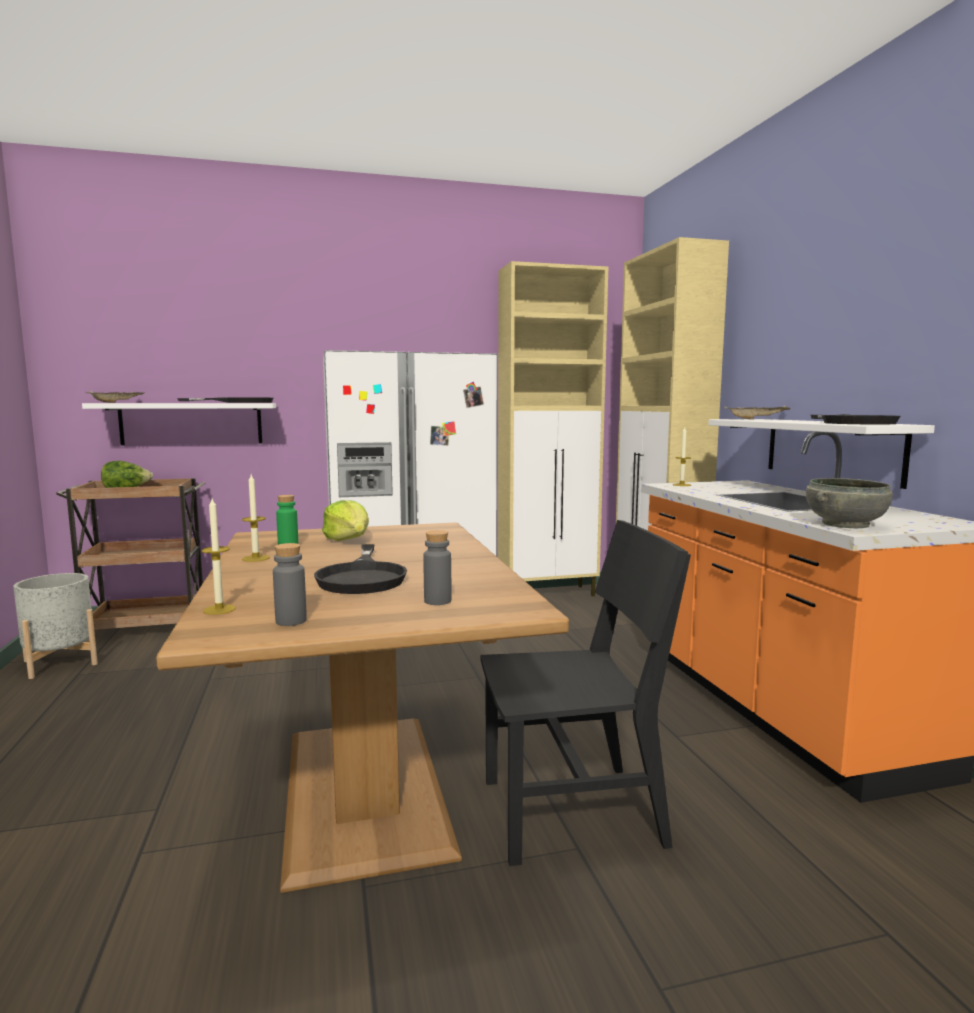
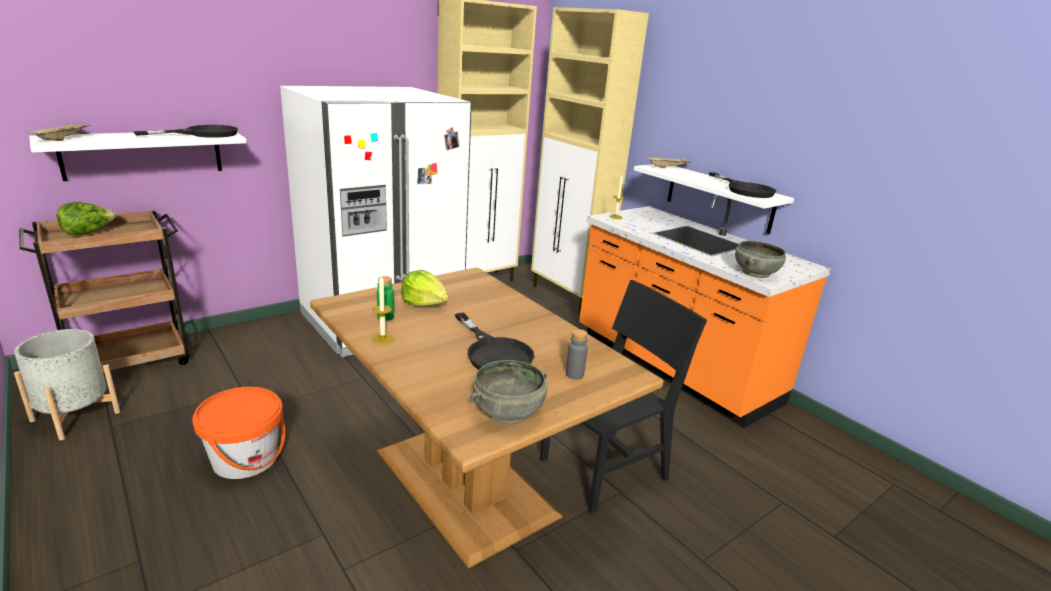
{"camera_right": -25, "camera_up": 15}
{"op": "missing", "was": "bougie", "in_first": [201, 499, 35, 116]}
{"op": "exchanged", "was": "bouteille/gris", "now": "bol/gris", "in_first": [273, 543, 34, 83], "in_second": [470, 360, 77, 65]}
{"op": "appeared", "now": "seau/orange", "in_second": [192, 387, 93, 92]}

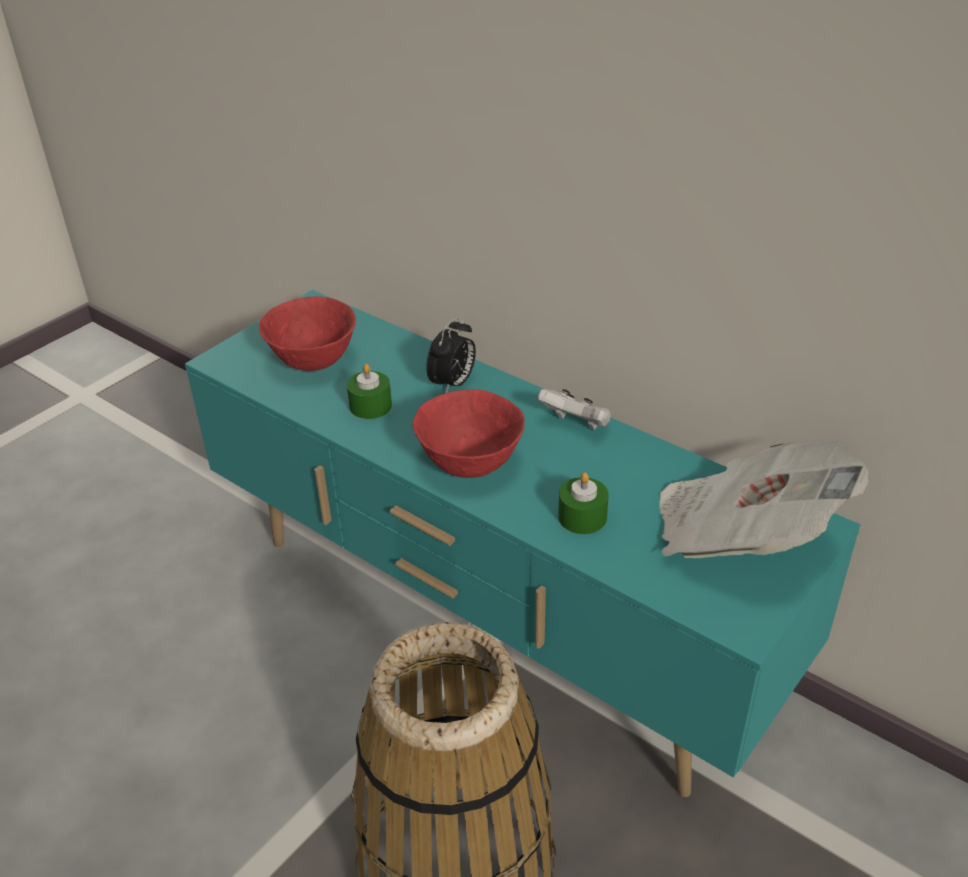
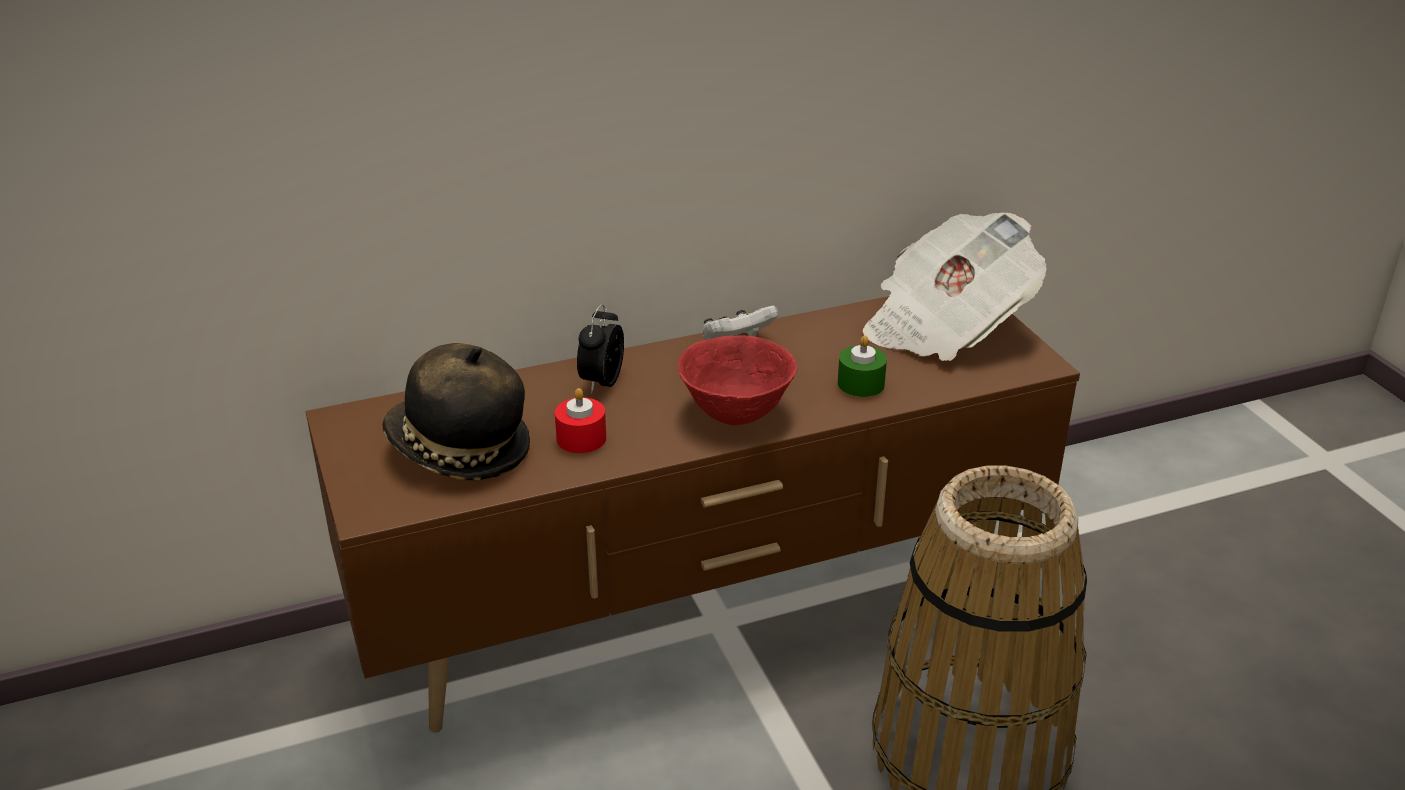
{"camera_right": -60, "camera_up": -5}
{"op": "colour", "was": "meuble télé/turquoise", "now": "meuble télé/marron", "in_first": [185, 290, 676, 507], "in_second": [305, 296, 775, 437]}
{"op": "exchanged", "was": "bol/rouge", "now": "chapeau", "in_first": [259, 296, 97, 75], "in_second": [383, 343, 147, 137]}
{"op": "spun", "was": "réveil", "in_first": [426, 316, 50, 77], "in_second": [577, 304, 47, 90], "clockwise": -135}
{"op": "colour", "was": "bougie/vert", "now": "bougie/rouge", "in_first": [347, 364, 45, 55], "in_second": [555, 388, 51, 65]}

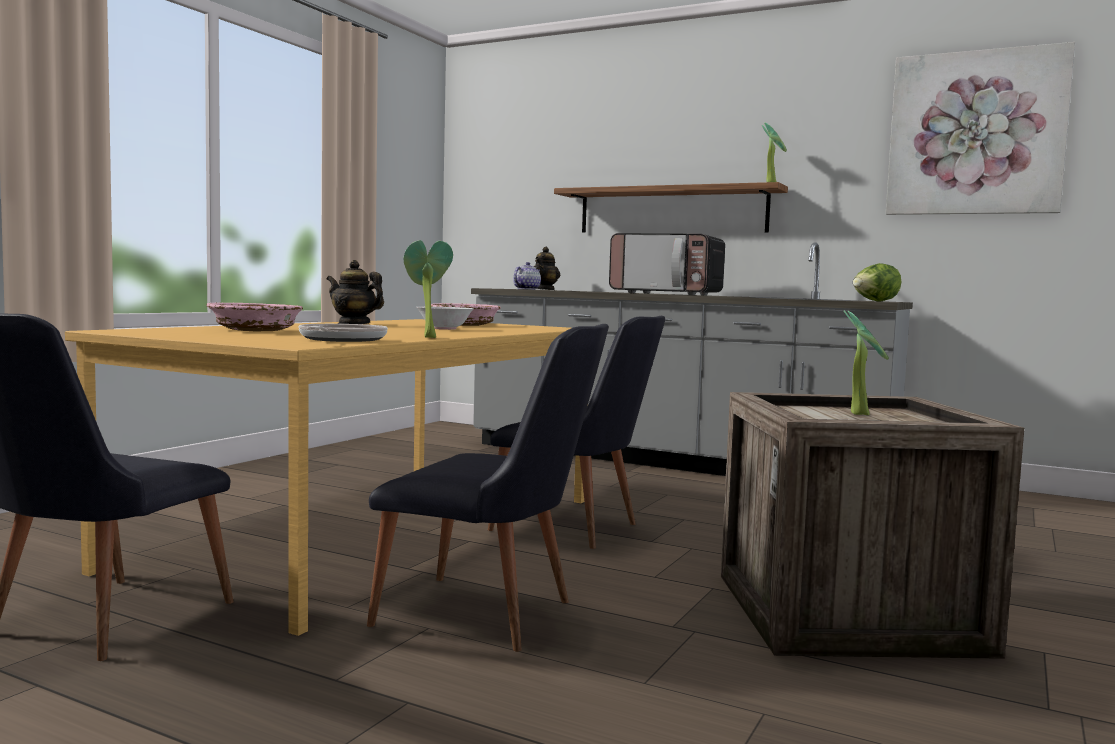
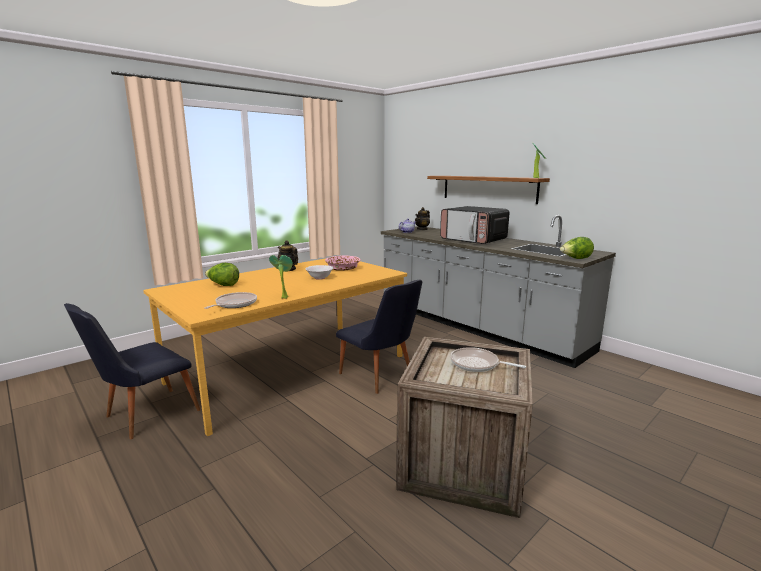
{"camera_right": 20, "camera_up": 10}
{"op": "missing", "was": "tableau", "in_first": [886, 42, 189, 173]}
{"op": "exchanged", "was": "bol/rose", "now": "laitue", "in_first": [206, 302, 97, 29], "in_second": [205, 263, 34, 23]}
{"op": "exchanged", "was": "plante en pot", "now": "poêle", "in_first": [843, 310, 46, 105], "in_second": [450, 347, 76, 25]}
{"op": "missing", "was": "chaise/noir", "in_first": [367, 324, 242, 328]}

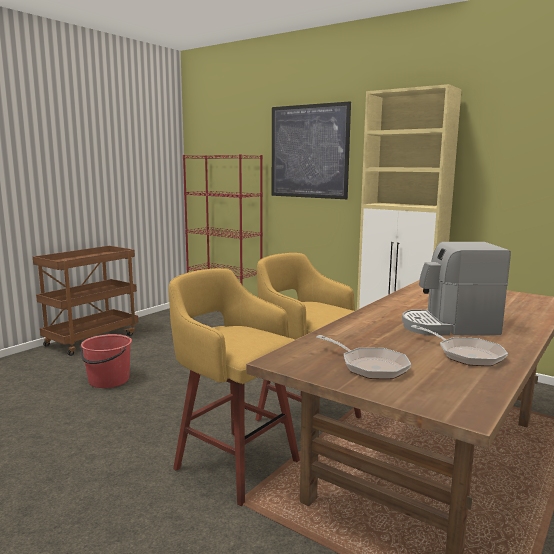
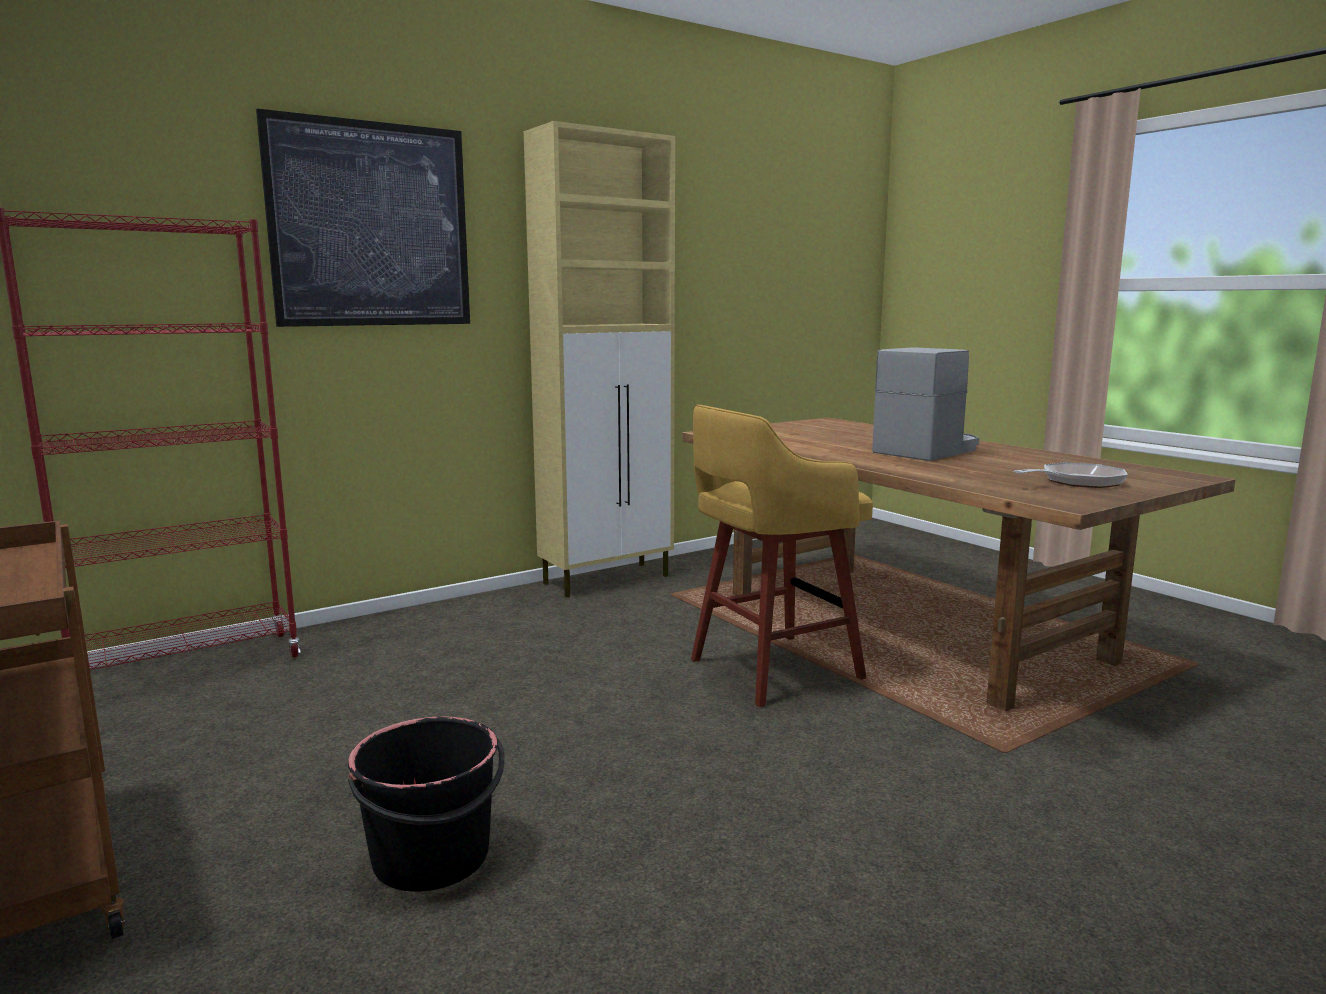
{"camera_right": -70, "camera_up": 0}
{"op": "spun", "was": "machine à café", "in_first": [402, 242, 109, 93], "in_second": [872, 347, 107, 114], "clockwise": -150}
{"op": "missing", "was": "tabouret/jaune", "in_first": [168, 268, 132, 238]}
{"op": "missing", "was": "poêle", "in_first": [411, 325, 97, 41]}
{"op": "colour", "was": "seau/rouge", "now": "seau/noir", "in_first": [80, 334, 52, 54], "in_second": [348, 716, 157, 176]}

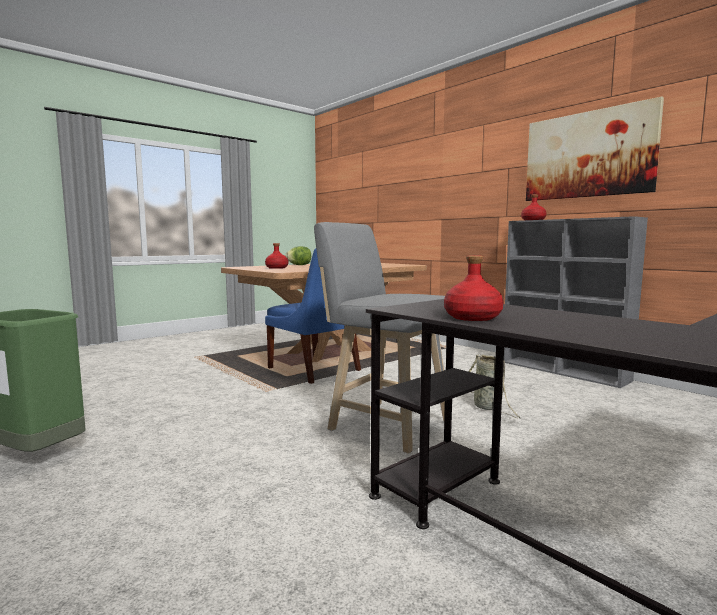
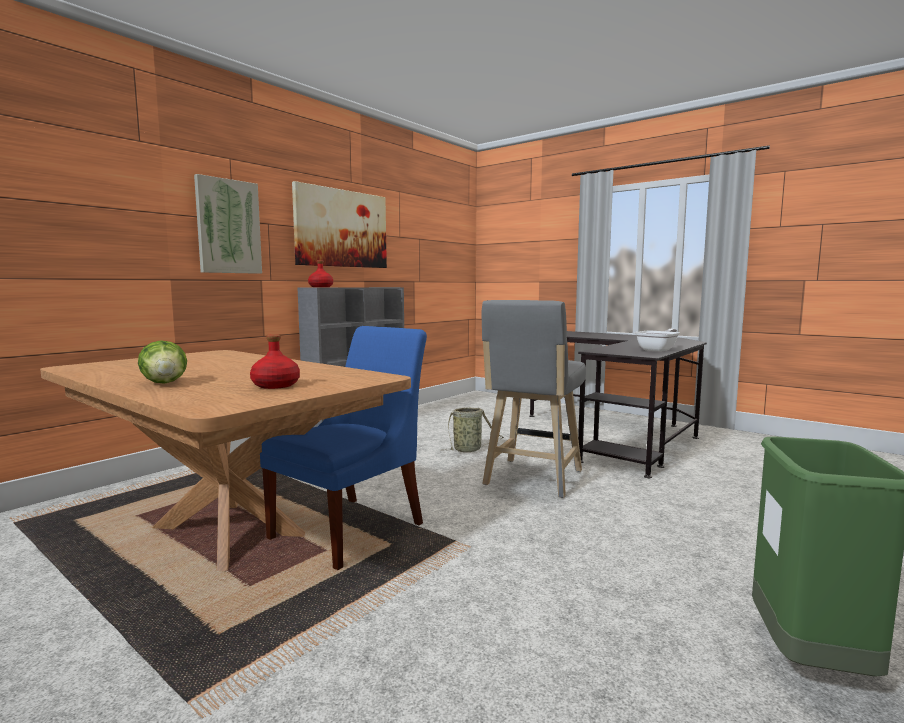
{"camera_right": -100, "camera_up": 0}
{"op": "exchanged", "was": "bouteille/rouge", "now": "poêle", "in_first": [444, 255, 60, 66], "in_second": [635, 329, 45, 23]}
{"op": "appeared", "now": "tableau", "in_second": [194, 174, 68, 100]}

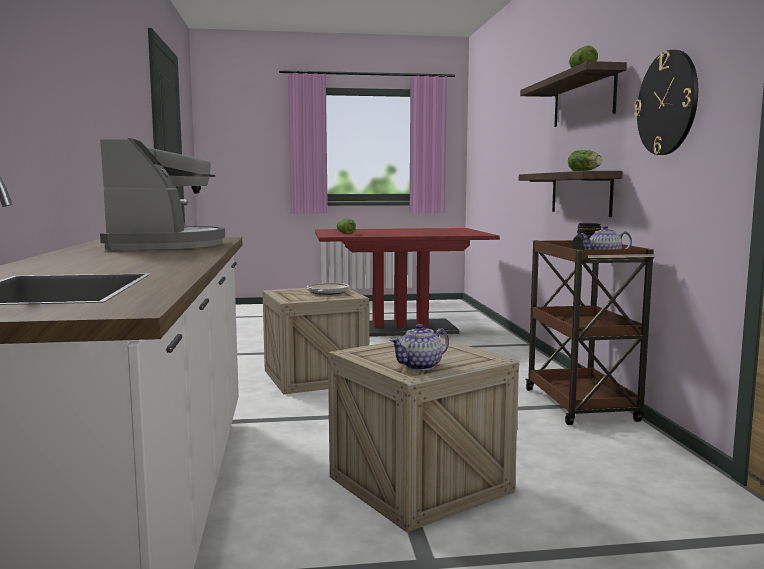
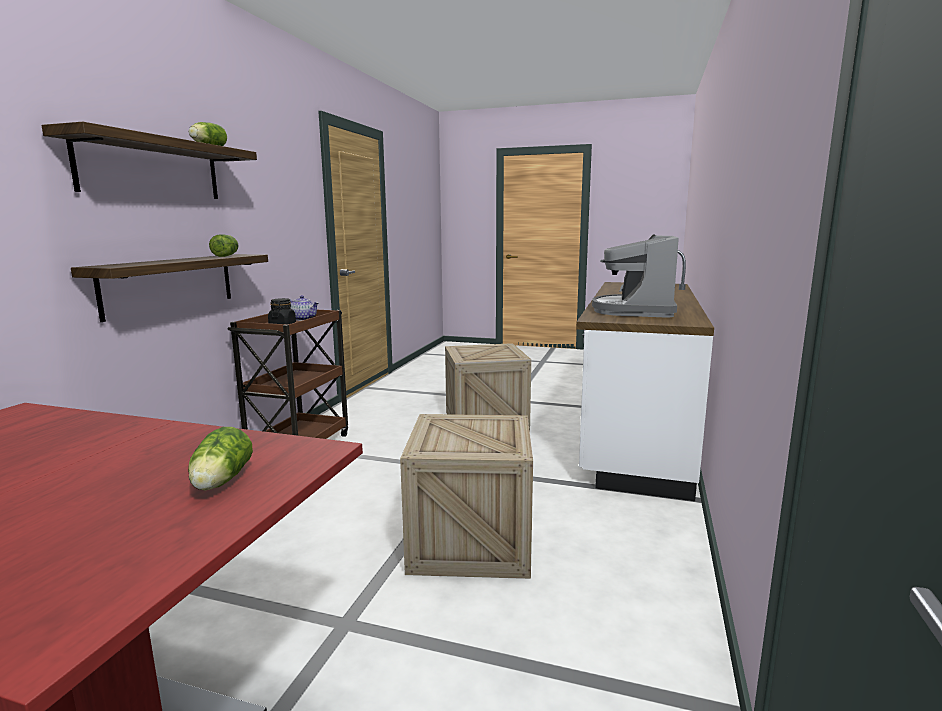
{"camera_right": -155, "camera_up": 5}
{"op": "missing", "was": "horloge murale", "in_first": [634, 50, 64, 105]}
{"op": "missing", "was": "poêle", "in_first": [307, 283, 42, 12]}
{"op": "missing", "was": "théière", "in_first": [390, 324, 59, 46]}

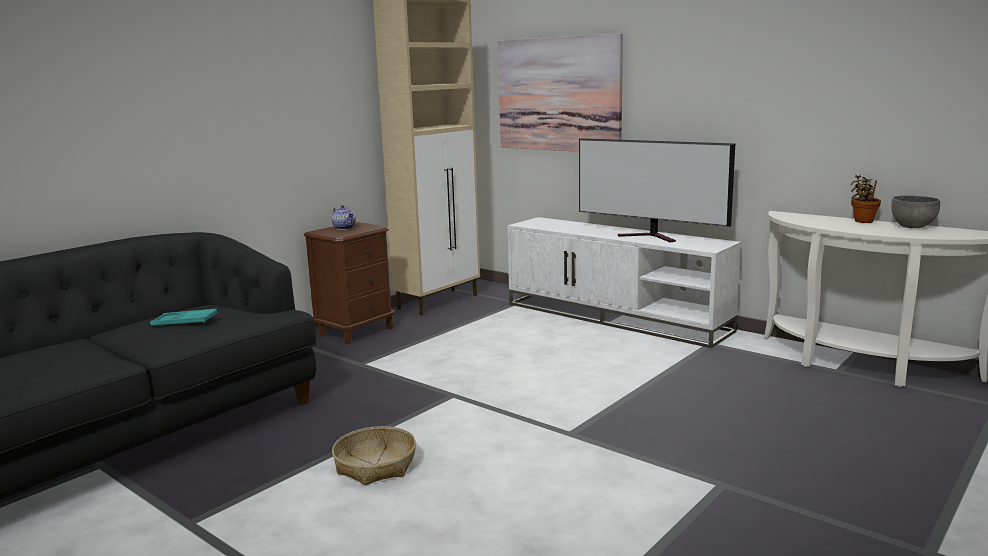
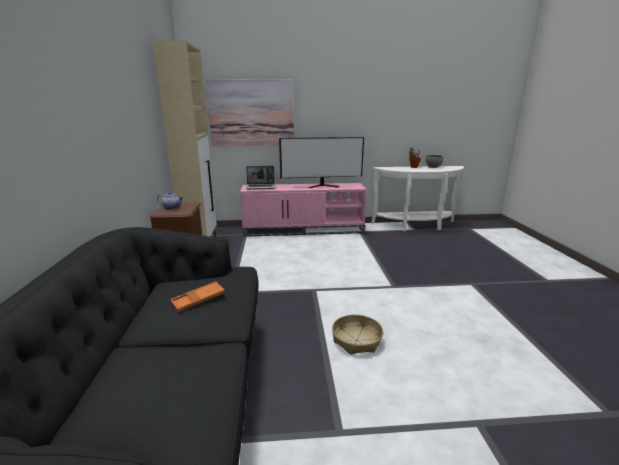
{"camera_right": -45, "camera_up": 5}
{"op": "colour", "was": "meuble télé/blanc", "now": "meuble télé/rose", "in_first": [507, 217, 234, 131], "in_second": [240, 183, 127, 54]}
{"op": "colour", "was": "plateau/turquoise", "now": "plateau/orange", "in_first": [150, 309, 67, 17], "in_second": [170, 281, 55, 31]}
{"op": "appeared", "now": "ordinateur portable", "in_second": [246, 166, 29, 23]}

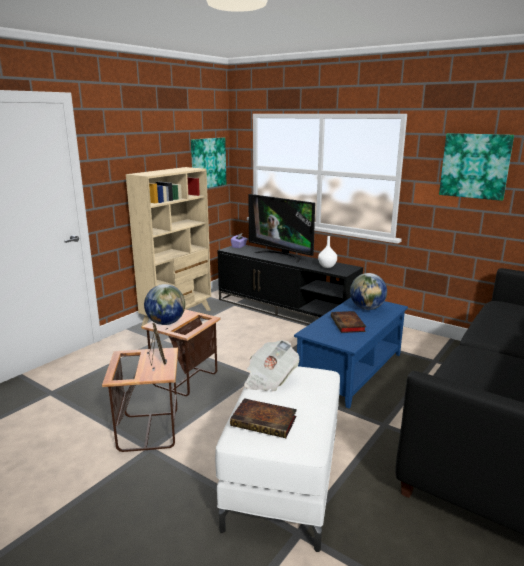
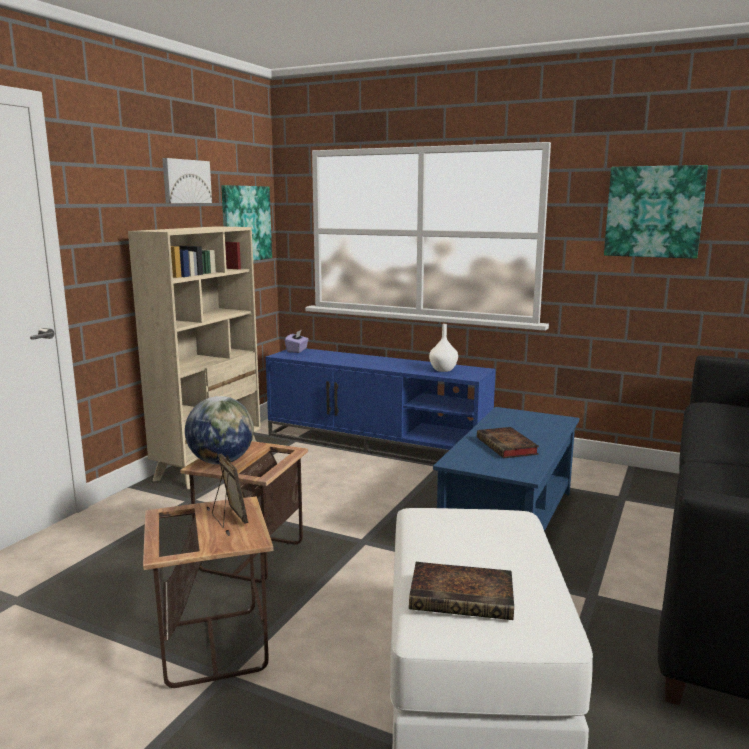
{"camera_right": -10, "camera_up": -5}
{"op": "missing", "was": "téléviseur", "in_first": [248, 194, 67, 68]}
{"op": "colour", "was": "meuble télé/noir", "now": "meuble télé/bleu", "in_first": [217, 245, 146, 80], "in_second": [265, 348, 231, 116]}
{"op": "missing", "was": "globe", "in_first": [350, 273, 37, 37]}
{"op": "missing", "was": "journal", "in_first": [244, 340, 55, 51]}
{"op": "appeared", "now": "tableau", "in_second": [162, 158, 50, 45]}

